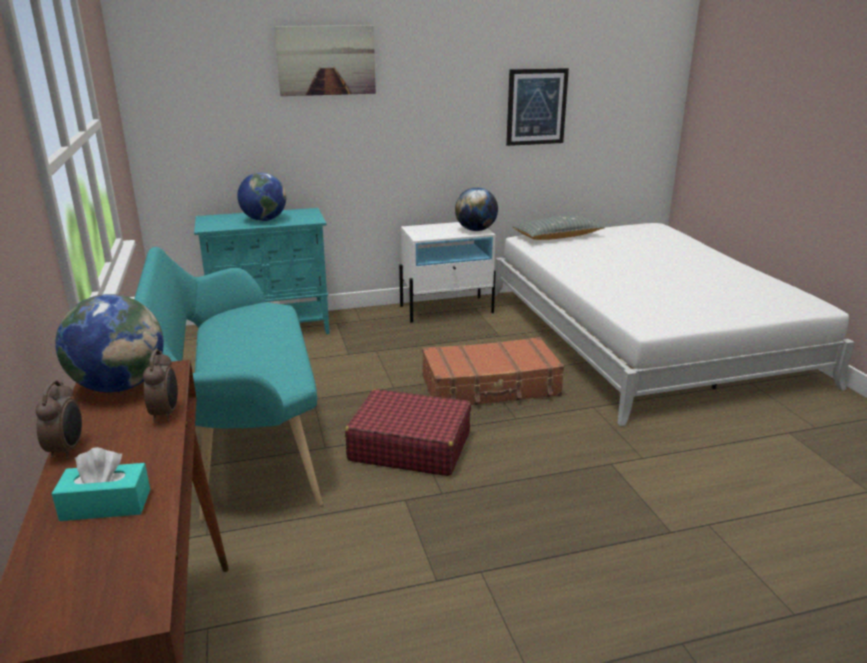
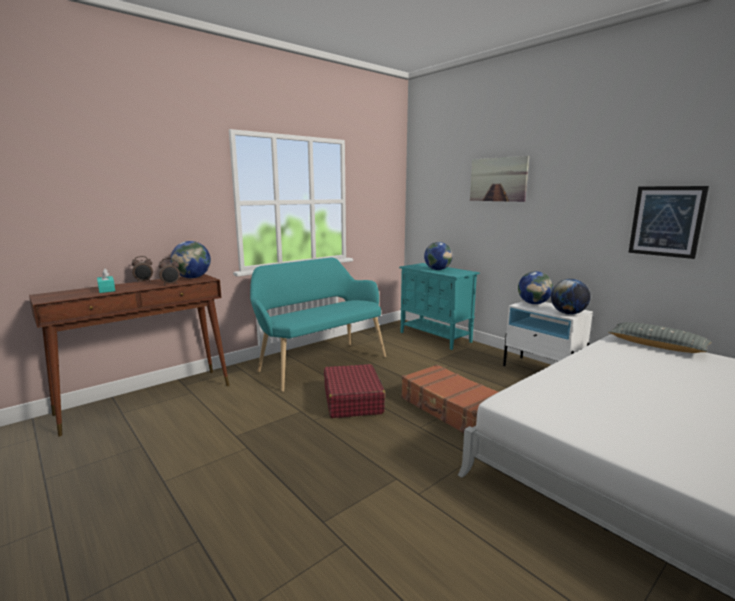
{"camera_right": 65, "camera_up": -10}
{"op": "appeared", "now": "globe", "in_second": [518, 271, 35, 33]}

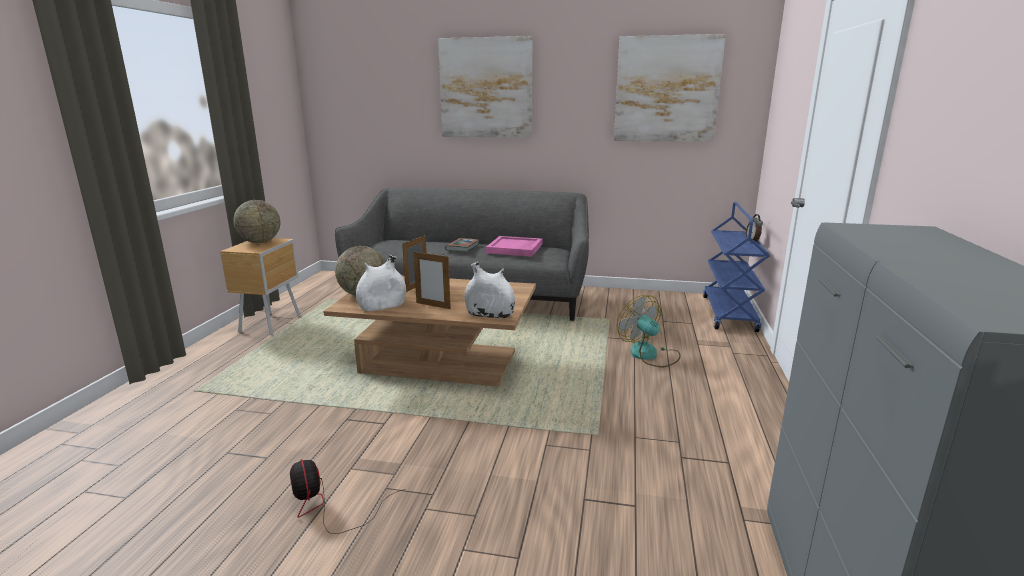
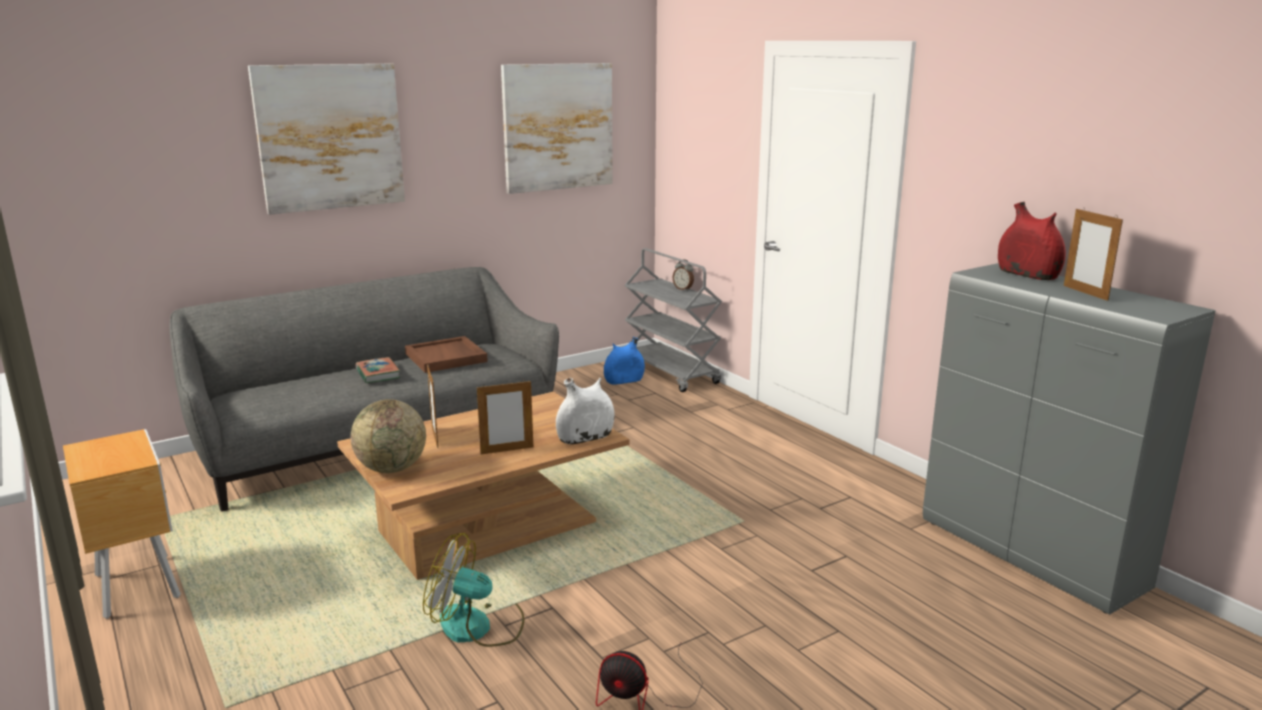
{"camera_right": -45, "camera_up": 0}
{"op": "missing", "was": "globe", "in_first": [233, 200, 47, 43]}
{"op": "colour", "was": "chariot/bleu", "now": "chariot/gris", "in_first": [703, 202, 67, 130], "in_second": [625, 248, 97, 144]}
{"op": "colour", "was": "plateau/rose", "now": "plateau/marron", "in_first": [486, 236, 56, 21], "in_second": [405, 336, 83, 37]}
{"op": "missing", "was": "vase/blanc", "in_first": [356, 255, 50, 56]}
{"op": "relocated", "was": "ventilateur", "in_first": [617, 295, 64, 73], "in_second": [423, 533, 101, 114]}
{"op": "appeared", "now": "vase/rouge", "in_second": [998, 202, 68, 78]}
{"op": "appeared", "now": "cadre photo", "in_second": [1064, 207, 59, 94]}
{"op": "appeared", "now": "vase/bleu", "in_second": [604, 337, 41, 48]}

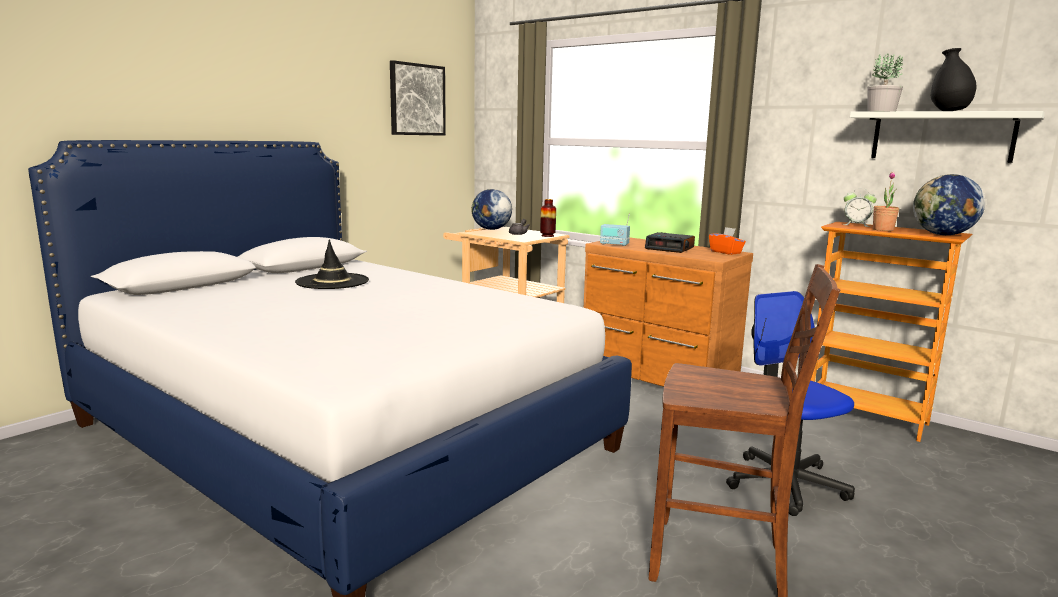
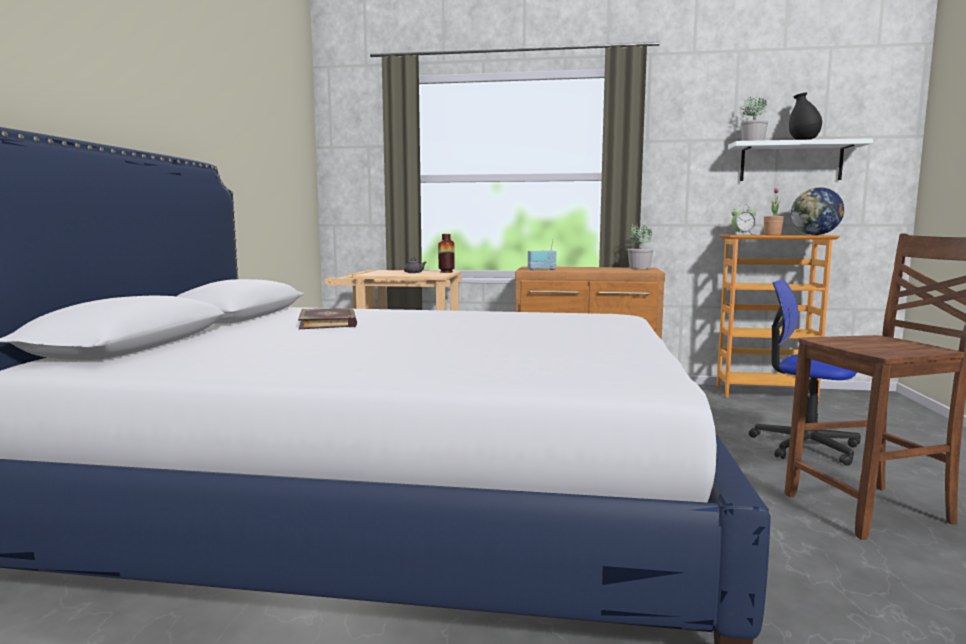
{"camera_right": -30, "camera_up": -5}
{"op": "missing", "was": "tableau", "in_first": [390, 60, 56, 76]}
{"op": "missing", "was": "globe", "in_first": [471, 189, 41, 41]}
{"op": "exchanged", "was": "boîte à mouchoirs/orange", "now": "plante en pot", "in_first": [709, 227, 37, 28], "in_second": [628, 223, 25, 46]}
{"op": "missing", "was": "réveil", "in_first": [645, 232, 50, 21]}
{"op": "exchanged", "was": "chapeau/noir", "now": "livre", "in_first": [295, 239, 74, 50], "in_second": [298, 308, 59, 21]}

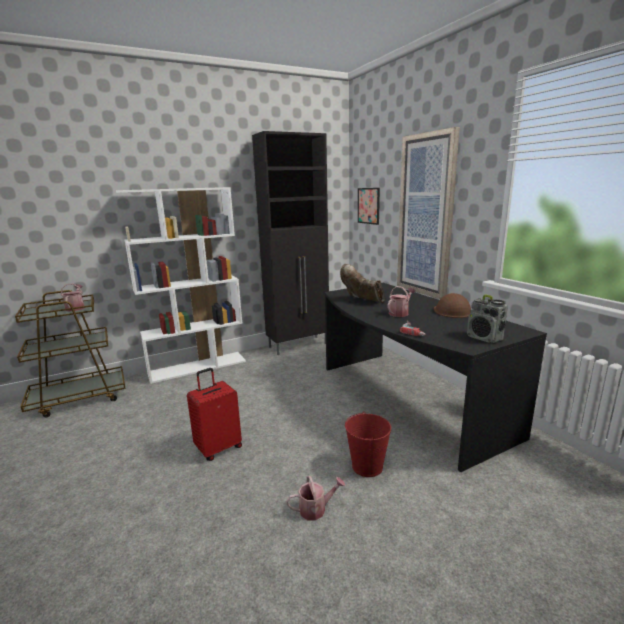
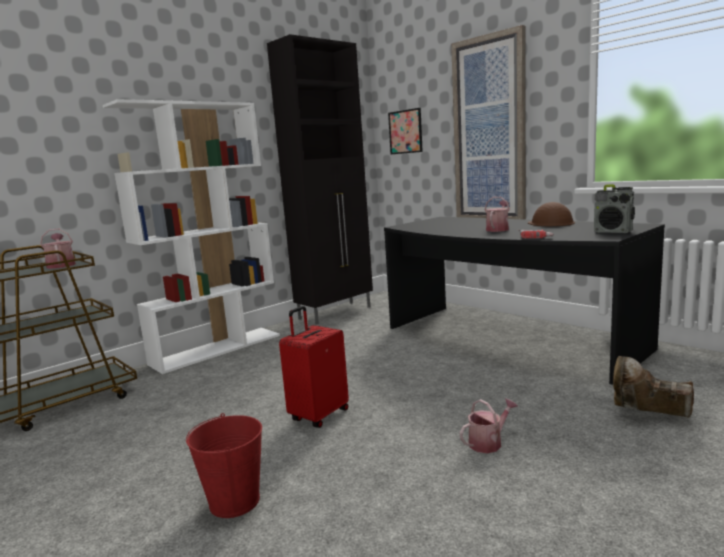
{"camera_right": -15, "camera_up": -5}
{"op": "relocated", "was": "botte/marron", "in_first": [340, 264, 45, 39], "in_second": [613, 356, 81, 62]}
{"op": "relocated", "was": "seau/rouge", "in_first": [345, 411, 46, 66], "in_second": [186, 413, 76, 105]}

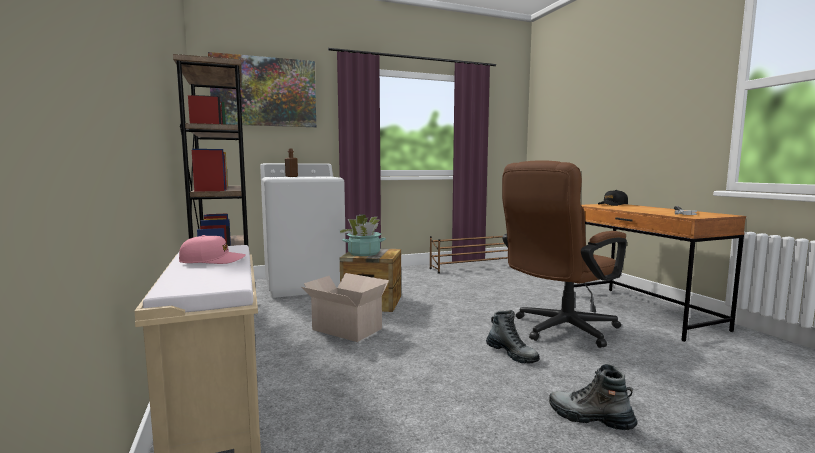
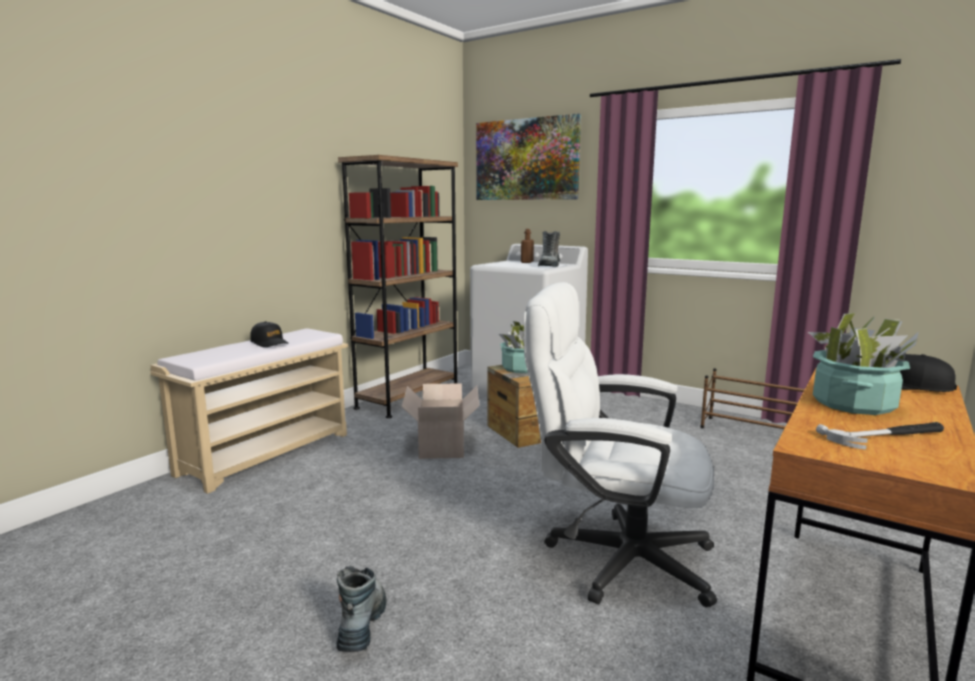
{"camera_right": 55, "camera_up": 5}
{"op": "colour", "was": "chaise de bureau/marron", "now": "chaise de bureau/blanc", "in_first": [502, 160, 125, 188], "in_second": [524, 282, 193, 325]}
{"op": "colour", "was": "casquette/rose", "now": "casquette/noir", "in_first": [179, 235, 67, 29], "in_second": [250, 321, 38, 26]}
{"op": "relocated", "was": "botte", "in_first": [486, 310, 54, 54], "in_second": [538, 231, 22, 36]}
{"op": "appeared", "now": "plante en pot", "in_second": [808, 313, 111, 102]}

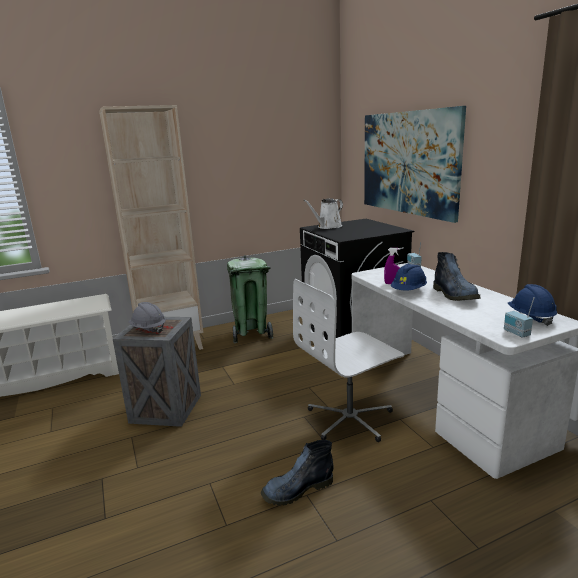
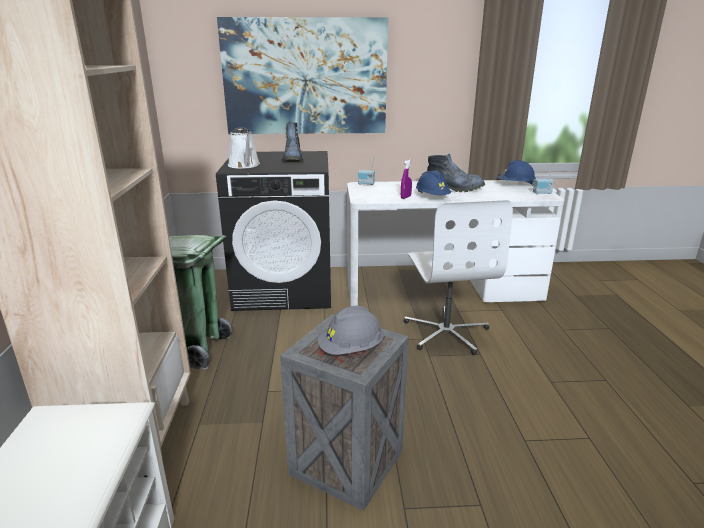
{"camera_right": -70, "camera_up": 5}
{"op": "relocated", "was": "botte", "in_first": [261, 440, 73, 66], "in_second": [282, 121, 21, 41]}

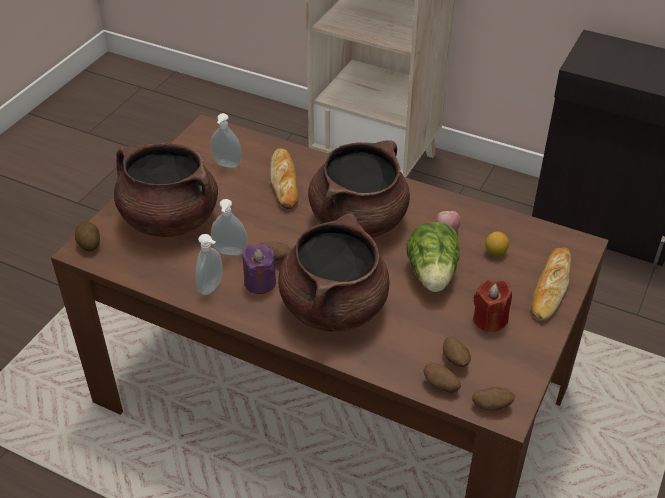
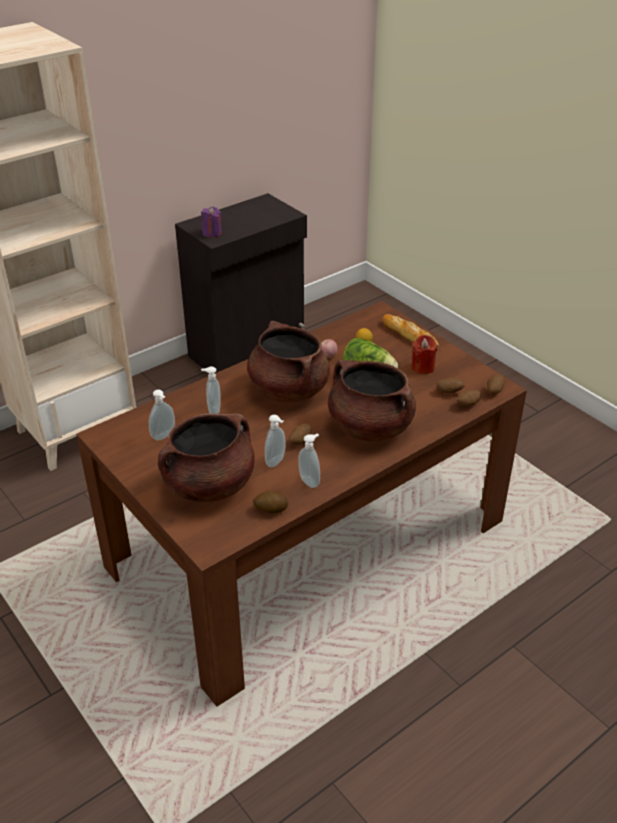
{"camera_right": -65, "camera_up": -5}
{"op": "exchanged", "was": "pain", "now": "distributeur de savon", "in_first": [270, 148, 28, 61], "in_second": [201, 366, 20, 48]}
{"op": "relocated", "was": "pomme de terre", "in_first": [75, 221, 25, 30], "in_second": [253, 490, 35, 23]}
{"op": "relocated", "was": "bougie/violet", "in_first": [242, 244, 34, 50], "in_second": [201, 207, 21, 30]}

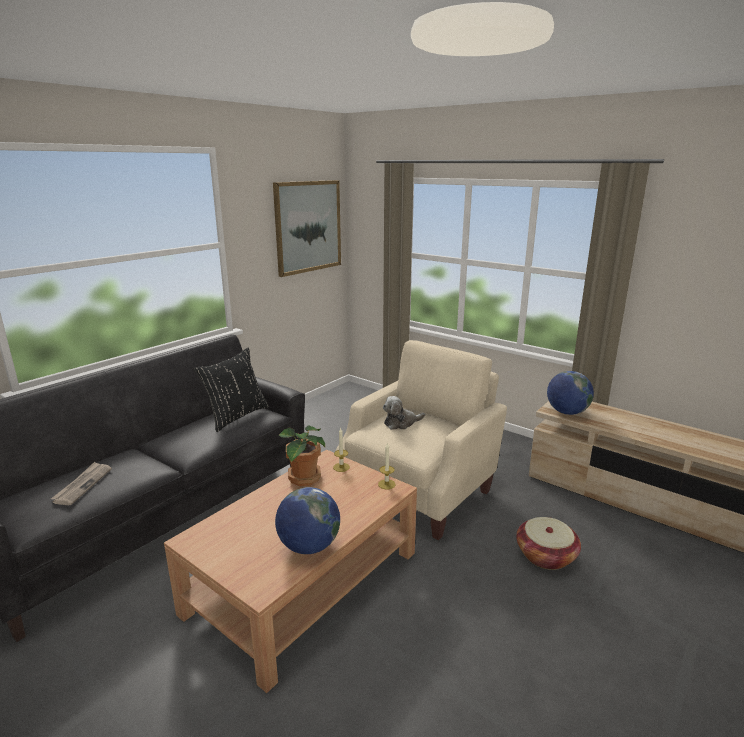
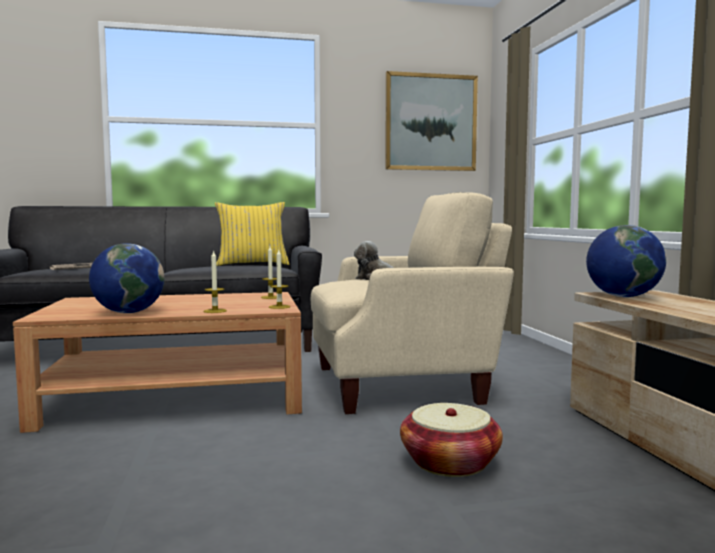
{"camera_right": 40, "camera_up": -15}
{"op": "colour", "was": "coussin/noir", "now": "coussin/jaune", "in_first": [194, 348, 75, 84], "in_second": [215, 202, 74, 64]}
{"op": "missing", "was": "plante en pot", "in_first": [279, 425, 46, 61]}
{"op": "appeared", "now": "bougie", "in_second": [203, 250, 24, 63]}

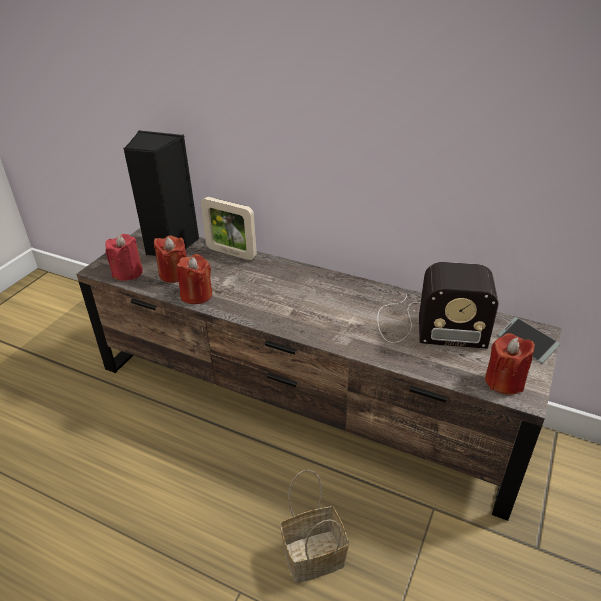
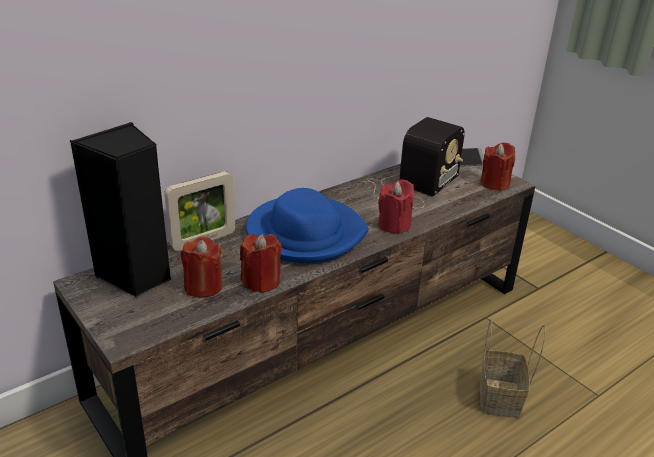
{"camera_right": -65, "camera_up": -5}
{"op": "relocated", "was": "bougie/rouge", "in_first": [105, 234, 38, 47], "in_second": [378, 180, 36, 54]}
{"op": "appeared", "now": "chapeau/bleu", "in_second": [246, 188, 123, 75]}

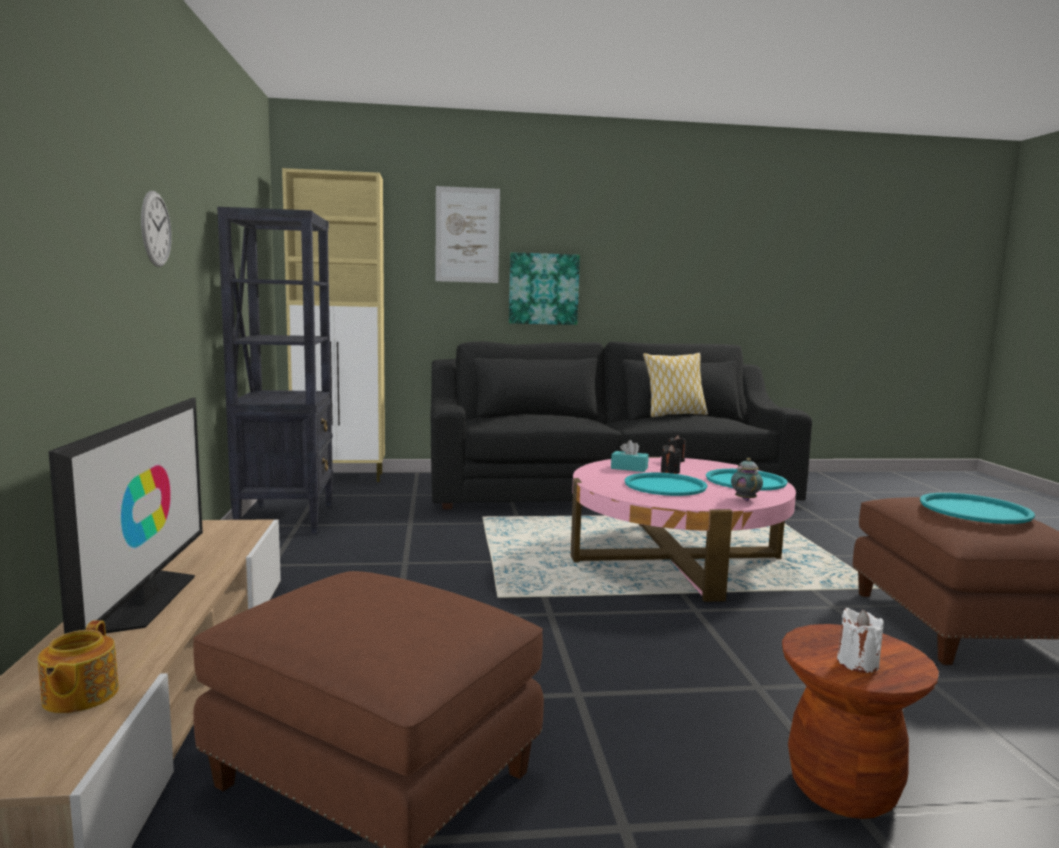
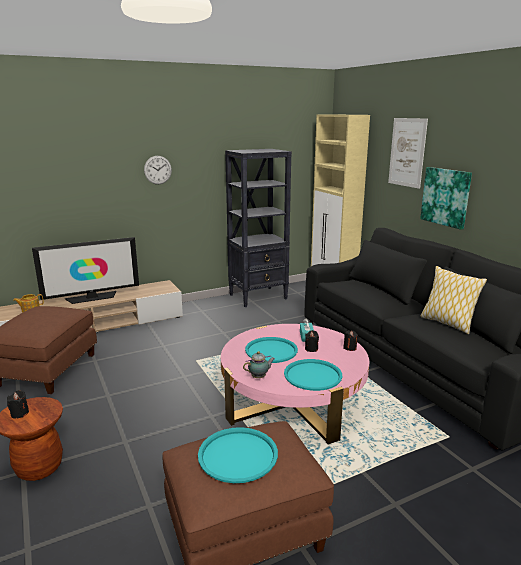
{"camera_right": 70, "camera_up": 10}
{"op": "colour", "was": "bougie/blanc", "now": "bougie/noir", "in_first": [837, 608, 46, 65], "in_second": [7, 390, 22, 29]}

